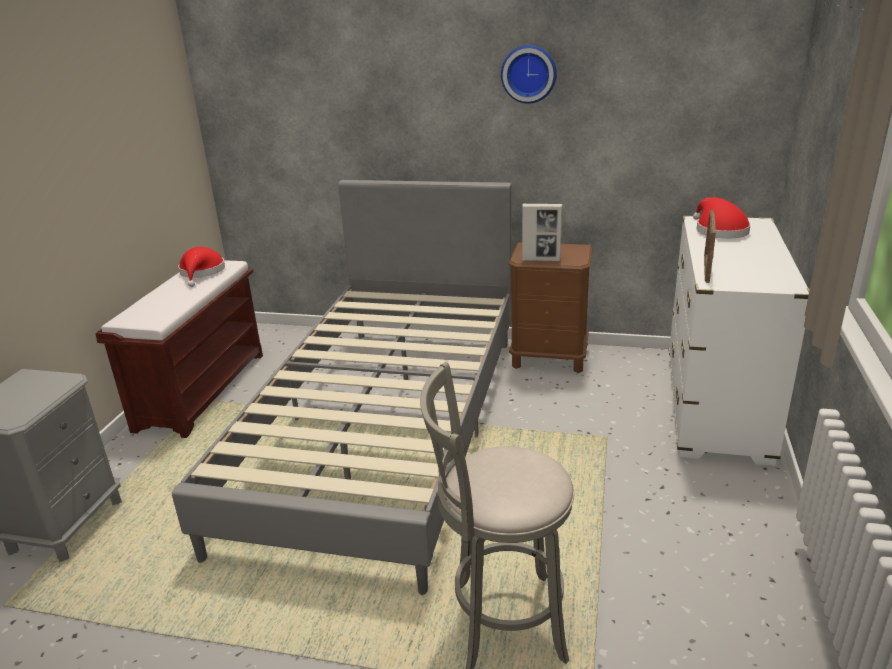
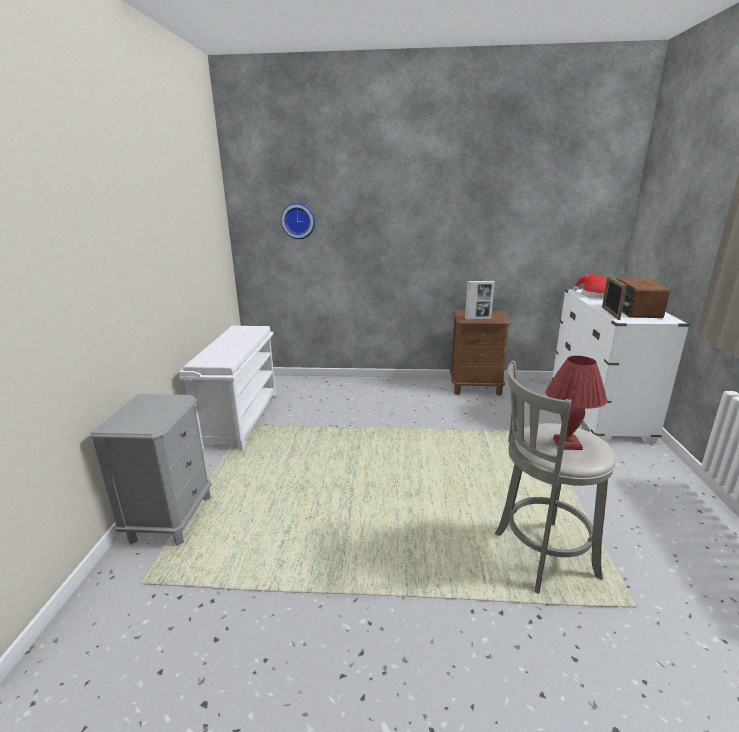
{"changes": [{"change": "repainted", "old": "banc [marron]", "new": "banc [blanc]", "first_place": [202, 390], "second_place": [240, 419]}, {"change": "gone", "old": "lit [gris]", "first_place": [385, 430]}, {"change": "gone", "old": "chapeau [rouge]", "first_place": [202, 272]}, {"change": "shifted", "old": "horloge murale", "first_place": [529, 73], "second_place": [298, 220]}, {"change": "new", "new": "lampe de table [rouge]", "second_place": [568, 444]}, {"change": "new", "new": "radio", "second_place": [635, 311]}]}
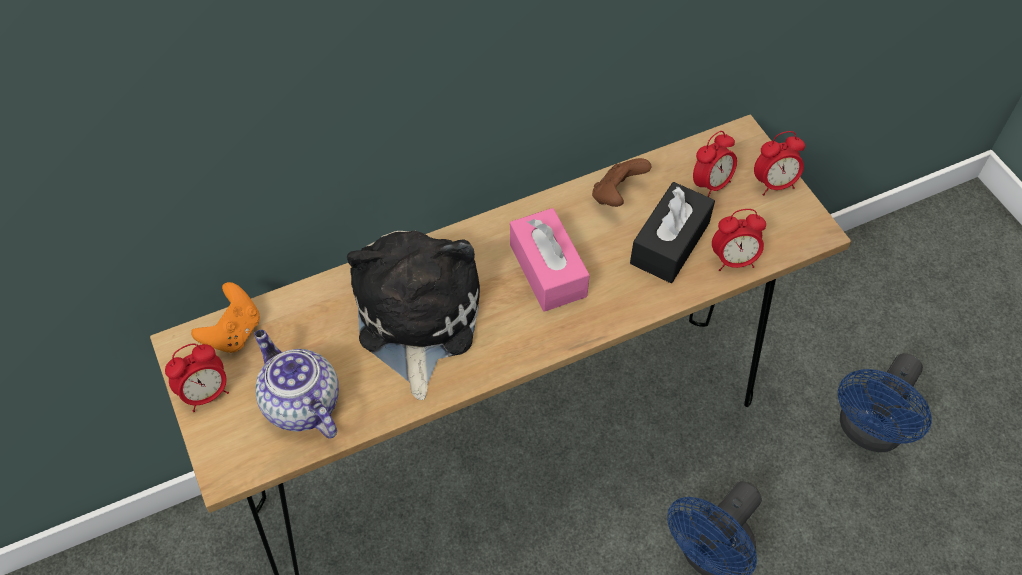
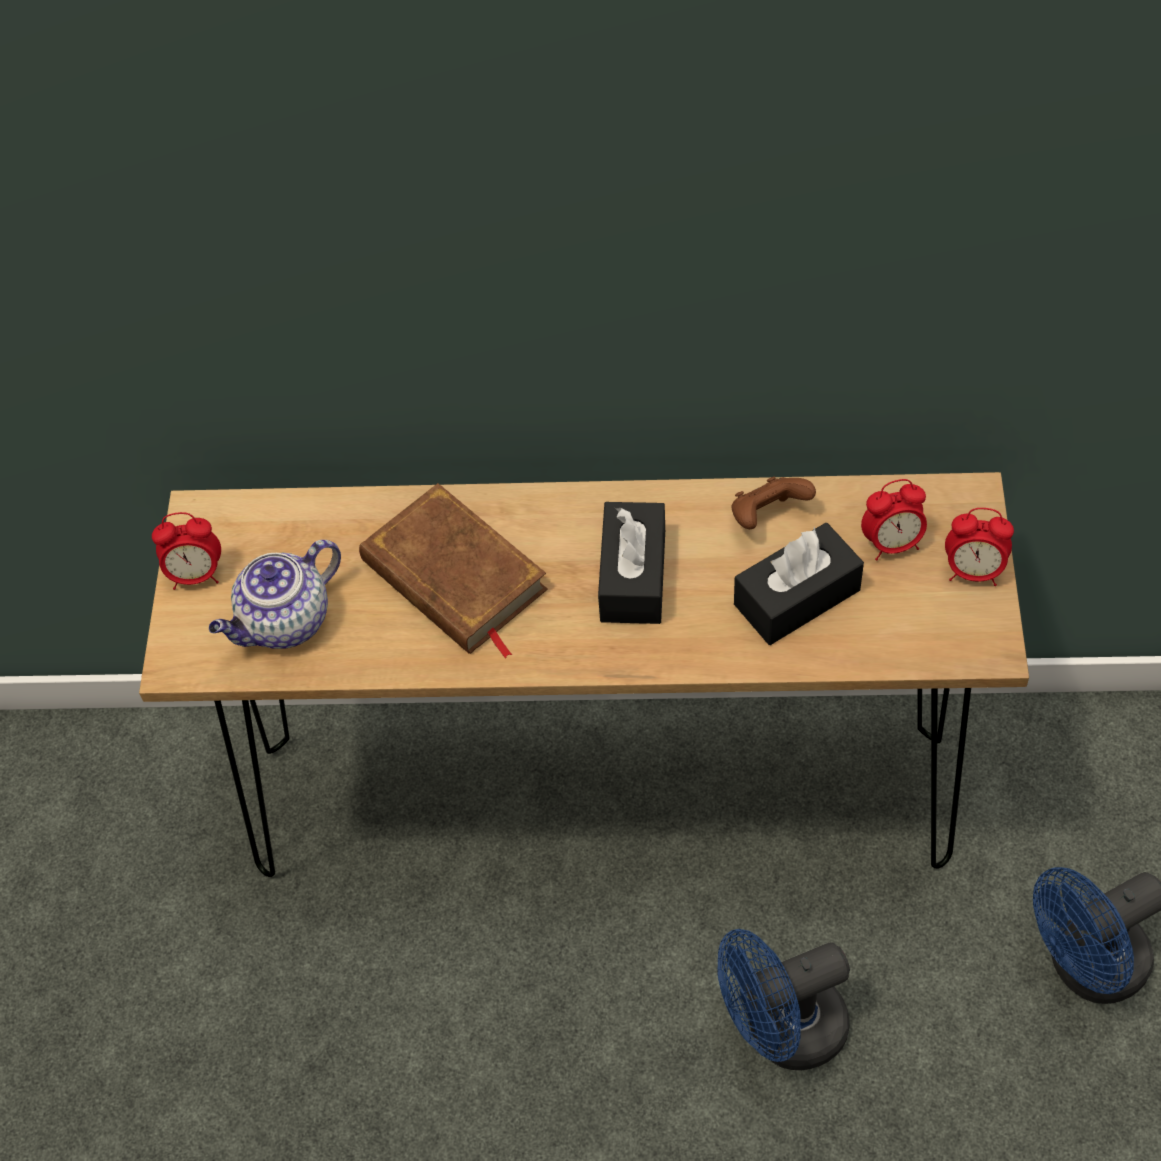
{"changes": [{"change": "gone", "old": "manette [orange]", "first_place": [233, 332]}, {"change": "rotated", "old": "théière", "first_place": [300, 403], "second_place": [285, 622], "degrees": -120}, {"change": "swapped", "old": "peluche", "new": "livre [marron]", "first_place": [416, 319], "second_place": [454, 577]}, {"change": "repainted", "old": "boîte à mouchoirs [rose]", "new": "boîte à mouchoirs [noir]", "first_place": [547, 270], "second_place": [633, 576]}, {"change": "gone", "old": "réveil", "first_place": [733, 260]}]}
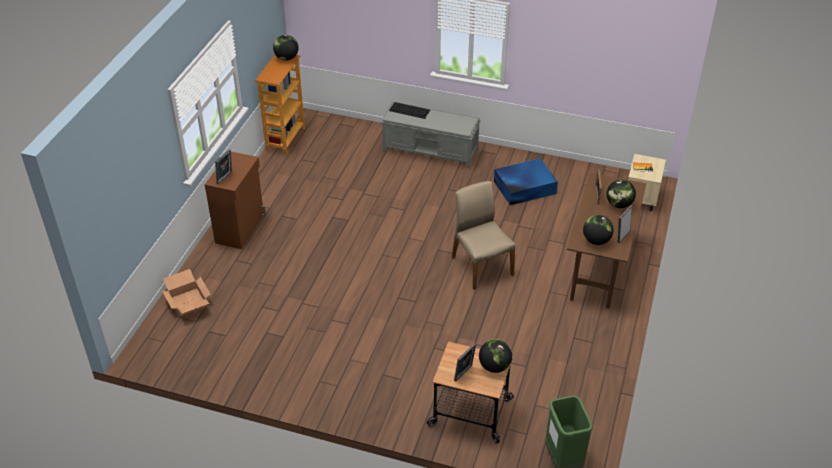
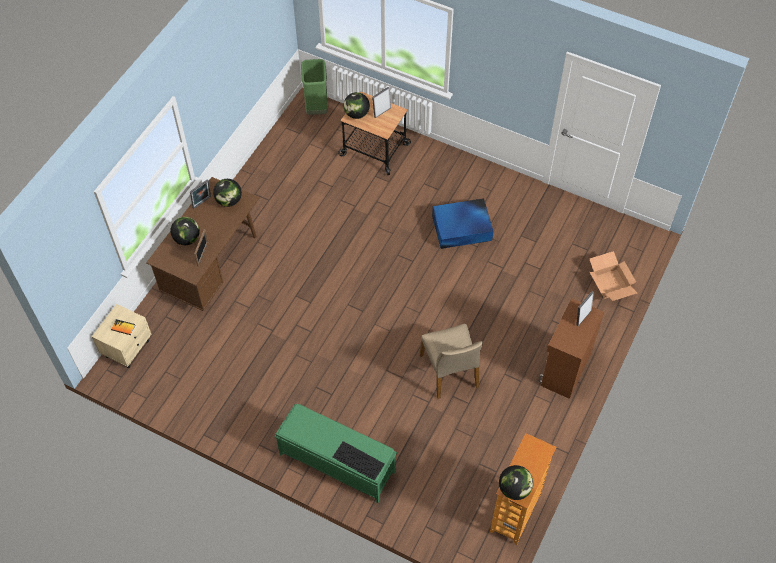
{"changes": [{"change": "repainted", "old": "banc [gris]", "new": "banc [vert]", "first_place": [431, 151], "second_place": [336, 462]}, {"change": "shifted", "old": "chaise [beige]", "first_place": [481, 266], "second_place": [450, 371]}, {"change": "shifted", "old": "boîte de rangement [bleu]", "first_place": [523, 187], "second_place": [462, 228]}]}
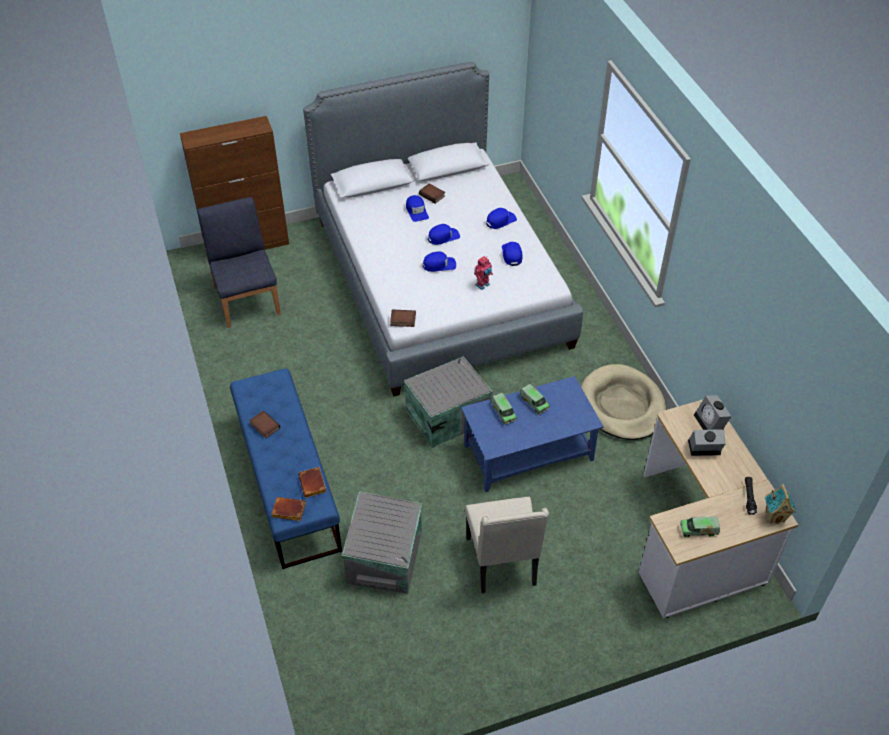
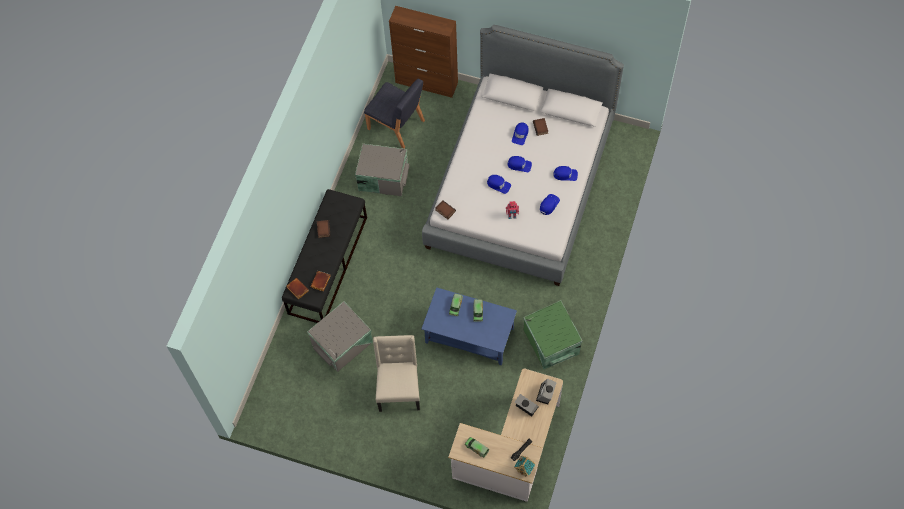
{"changes": [{"change": "rotated", "old": "chaise [bleu]", "first_place": [247, 299], "second_place": [396, 125], "degrees": 105}, {"change": "repainted", "old": "banc [bleu]", "new": "banc [noir]", "first_place": [288, 482], "second_place": [328, 264]}, {"change": "shifted", "old": "boîte de rangement [gris]", "first_place": [446, 416], "second_place": [382, 177]}, {"change": "rotated", "old": "chaise [beige]", "first_place": [503, 563], "second_place": [399, 389], "degrees": 150}, {"change": "swapped", "old": "panier pour chien [beige]", "new": "boîte de rangement [vert]", "first_place": [622, 405], "second_place": [550, 343]}]}
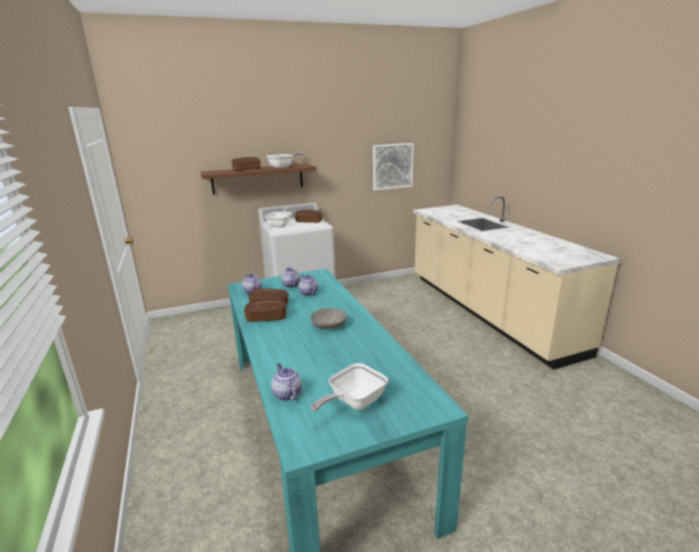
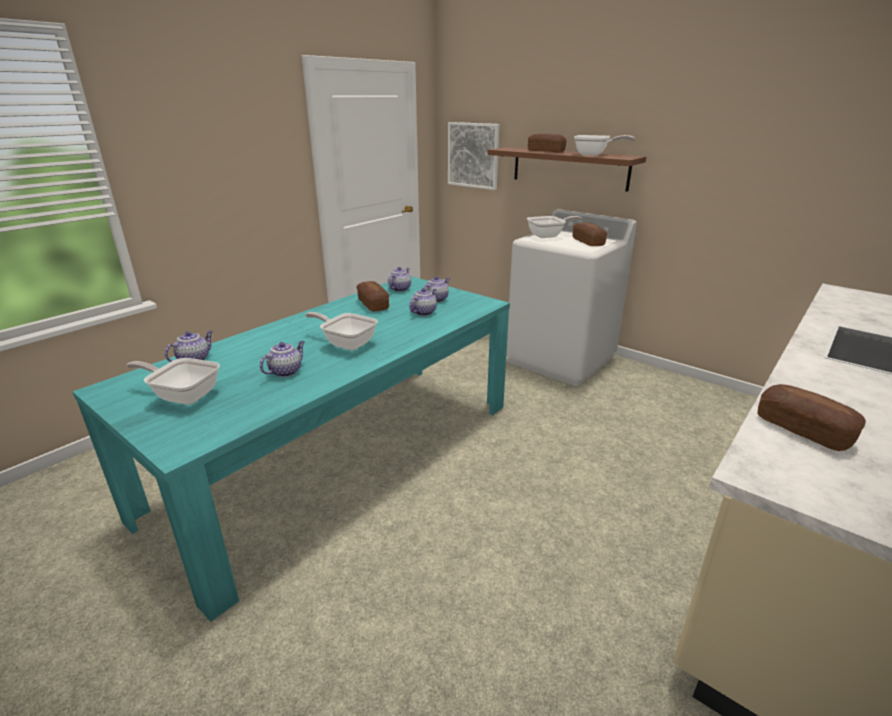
{"changes": [{"change": "shifted", "old": "pain", "first_place": [266, 318], "second_place": [803, 429]}, {"change": "swapped", "old": "bol [gris]", "new": "poêle", "first_place": [328, 326], "second_place": [346, 343]}, {"change": "shifted", "old": "tableau", "first_place": [392, 166], "second_place": [473, 155]}, {"change": "new", "new": "théière", "second_place": [286, 371]}]}
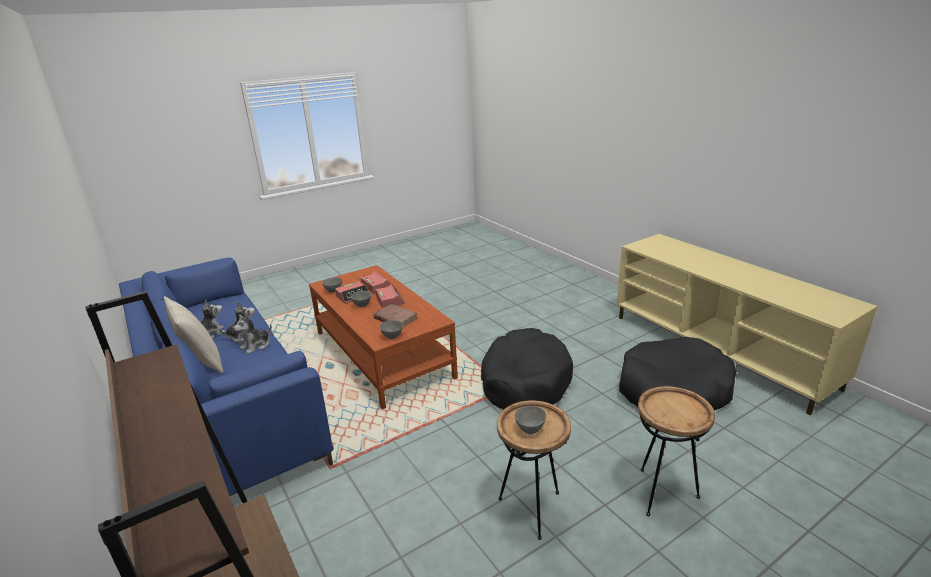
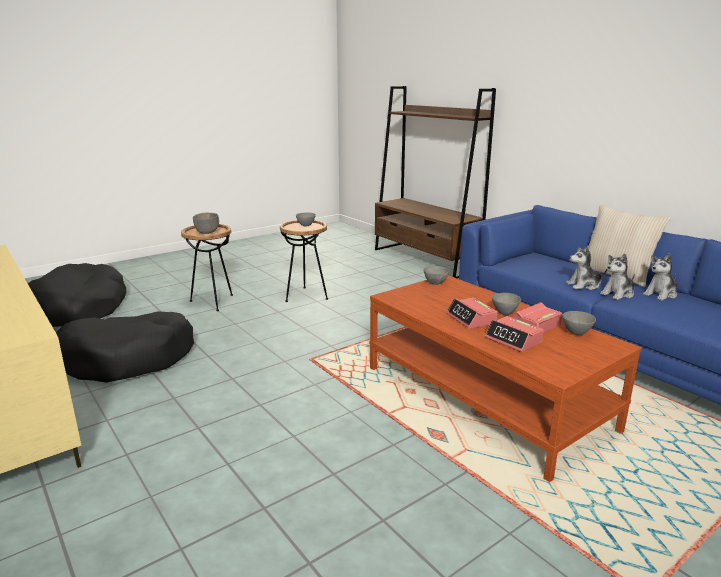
{"changes": [{"change": "rotated", "old": "peluche", "first_place": [256, 345], "second_place": [584, 285], "degrees": -135}, {"change": "gone", "old": "livre [marron]", "first_place": [395, 318]}, {"change": "shifted", "old": "panier pour chien [noir]", "first_place": [525, 381], "second_place": [79, 308]}, {"change": "new", "new": "bol [gris]", "second_place": [207, 232]}]}
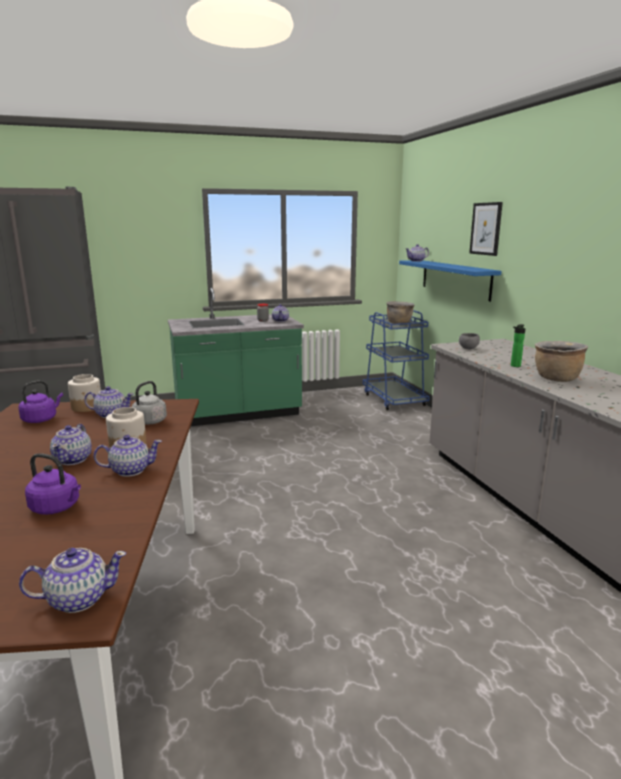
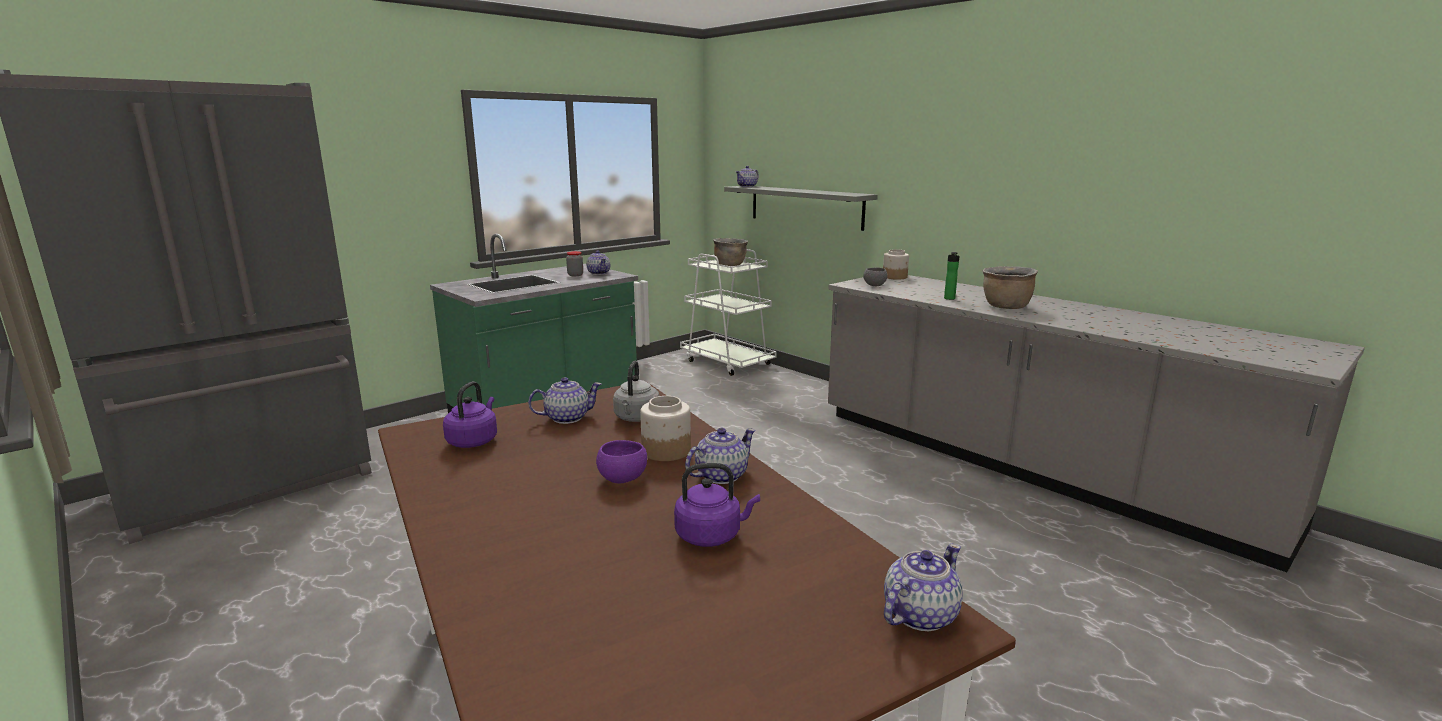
{"changes": [{"change": "swapped", "old": "théière", "new": "bol [violet]", "first_place": [73, 459], "second_place": [622, 479]}, {"change": "shifted", "old": "bocal", "first_place": [87, 407], "second_place": [895, 277]}, {"change": "repainted", "old": "chariot [bleu]", "new": "chariot [blanc]", "first_place": [394, 399], "second_place": [727, 362]}, {"change": "repainted", "old": "étagère [bleu]", "new": "étagère [gris]", "first_place": [455, 279], "second_place": [805, 206]}, {"change": "gone", "old": "tableau", "first_place": [486, 229]}]}
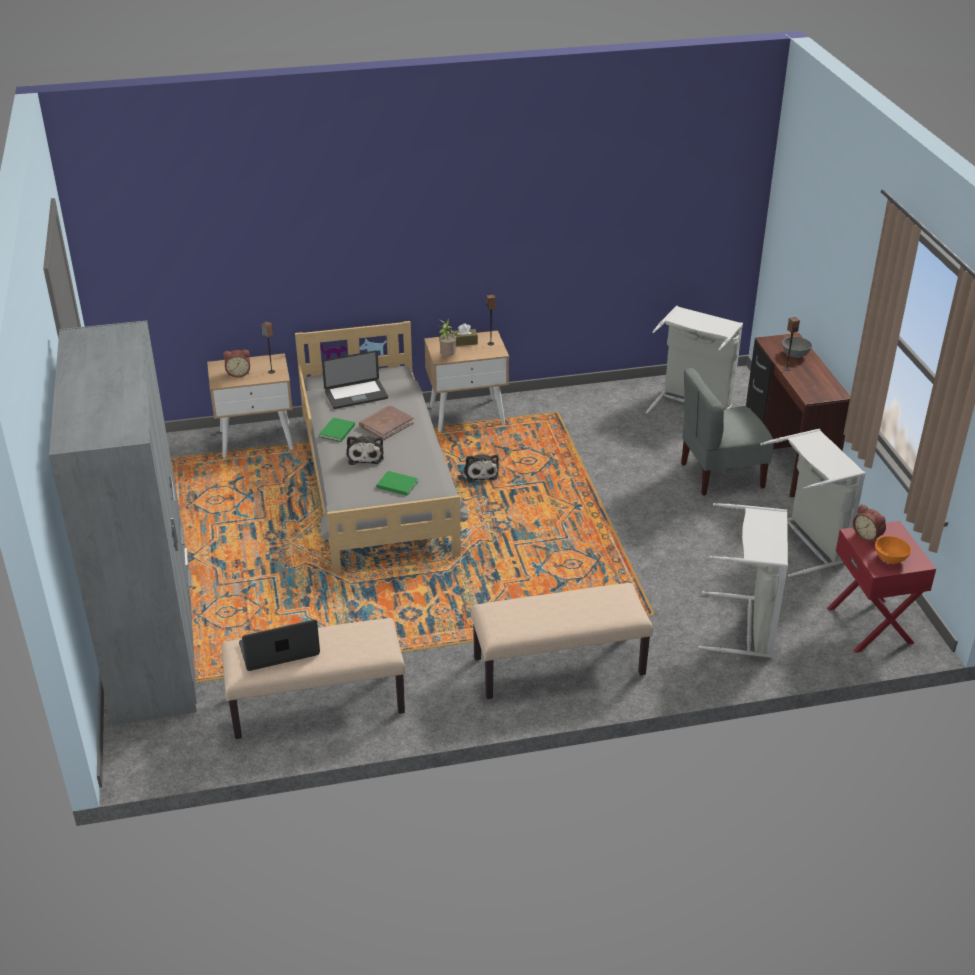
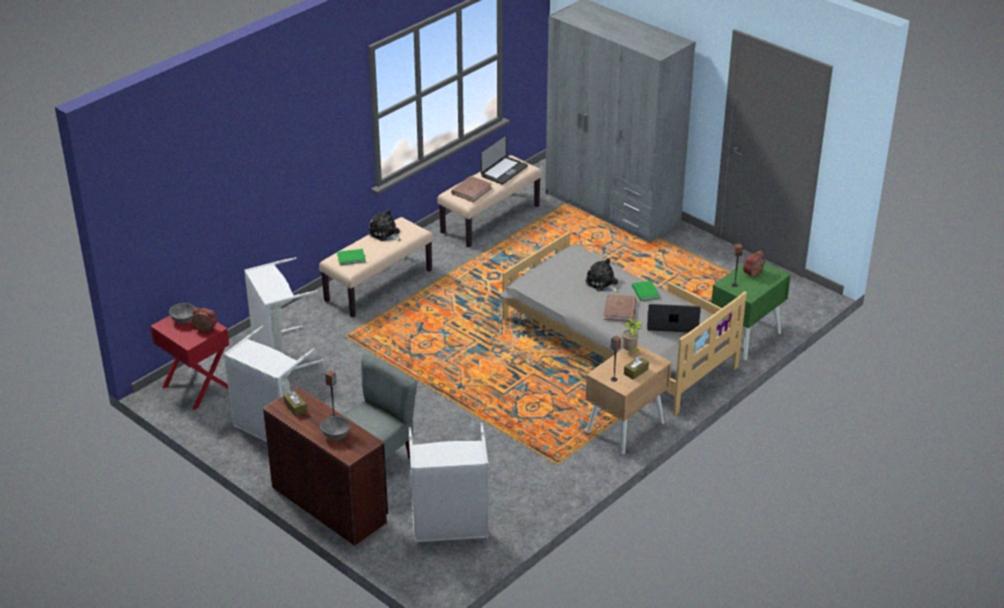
{"changes": [{"change": "repainted", "old": "table de chevet [beige]", "new": "table de chevet [vert]", "first_place": [257, 439], "second_place": [745, 337]}, {"change": "rotated", "old": "ordinateur portable", "first_place": [356, 395], "second_place": [672, 323], "degrees": 60}, {"change": "shifted", "old": "livre [vert]", "first_place": [396, 484], "second_place": [352, 258]}, {"change": "shifted", "old": "peluche", "first_place": [480, 473], "second_place": [385, 234]}, {"change": "repainted", "old": "bol [orange]", "new": "bol [gris]", "first_place": [890, 559], "second_place": [183, 320]}, {"change": "new", "new": "boîte à mouchoirs [marron]", "second_place": [295, 407]}, {"change": "new", "new": "livre [marron]", "second_place": [471, 191]}]}
